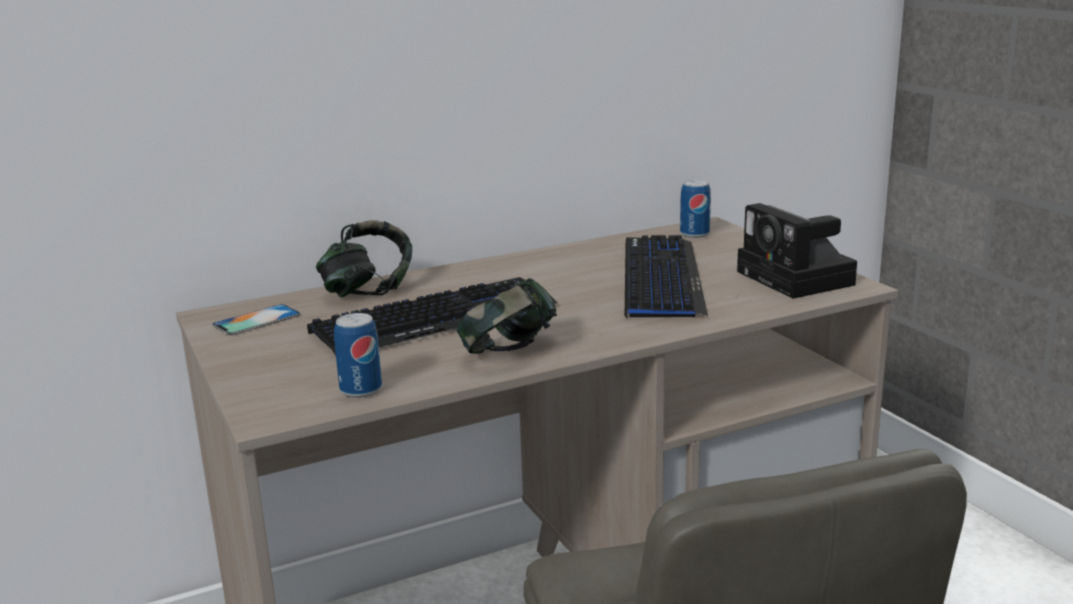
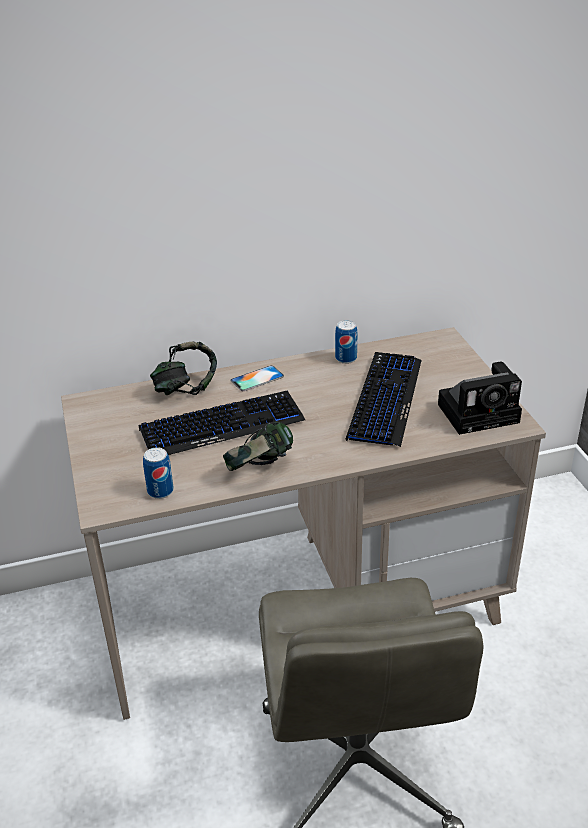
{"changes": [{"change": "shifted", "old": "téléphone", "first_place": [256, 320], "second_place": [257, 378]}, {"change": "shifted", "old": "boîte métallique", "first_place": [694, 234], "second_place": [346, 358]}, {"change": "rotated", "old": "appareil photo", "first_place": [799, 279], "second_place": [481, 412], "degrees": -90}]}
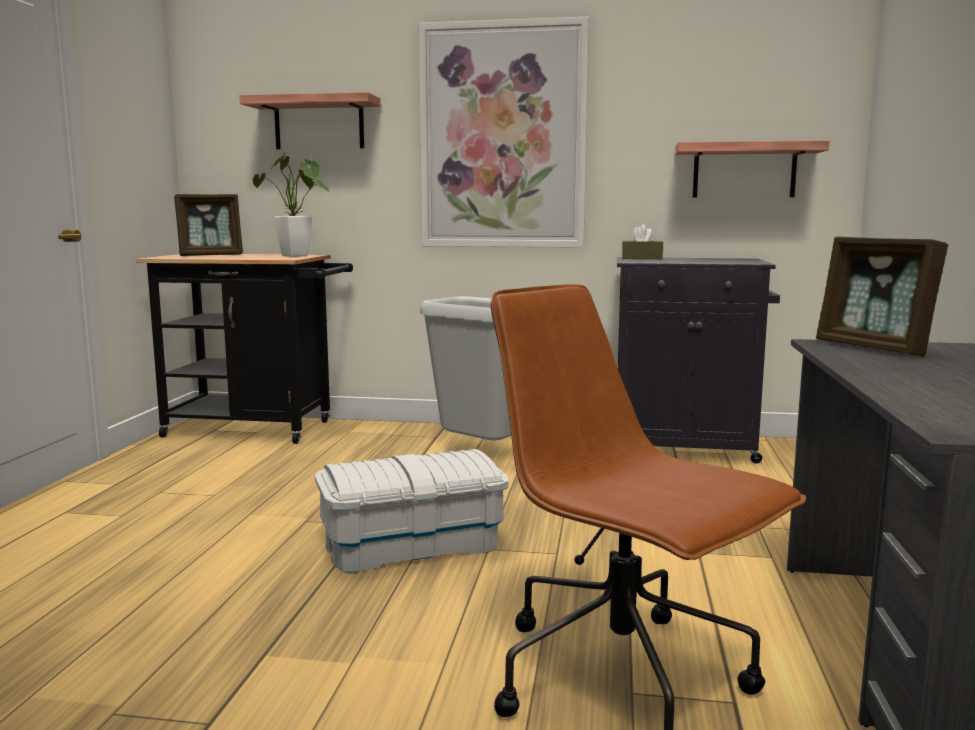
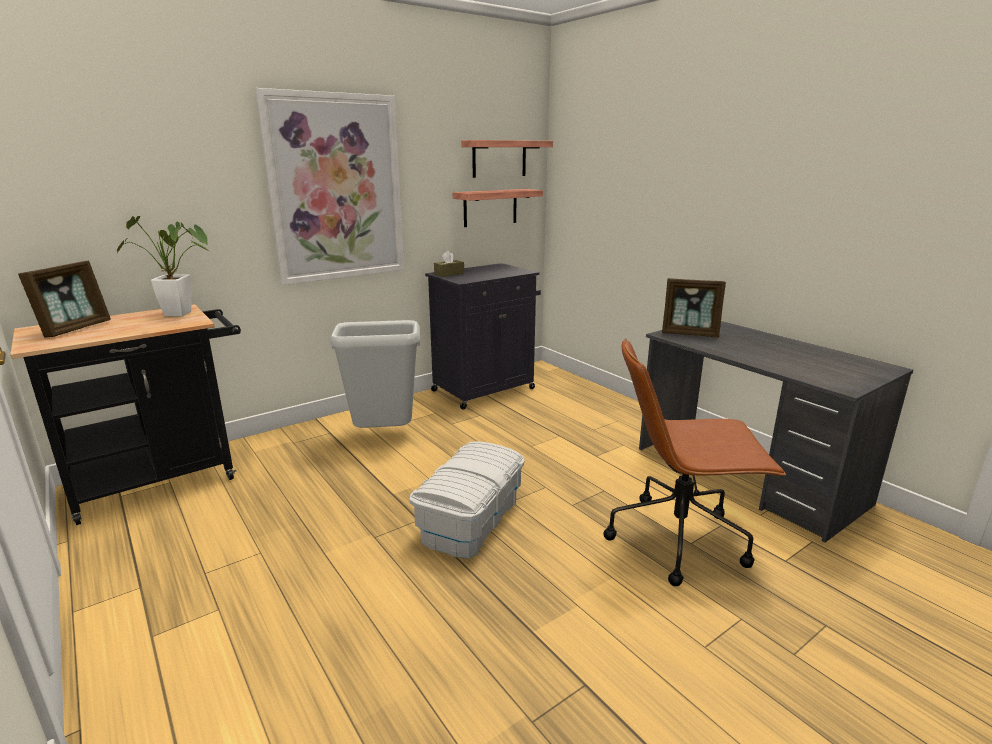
{"changes": [{"change": "shifted", "old": "étagère", "first_place": [319, 124], "second_place": [499, 158]}]}
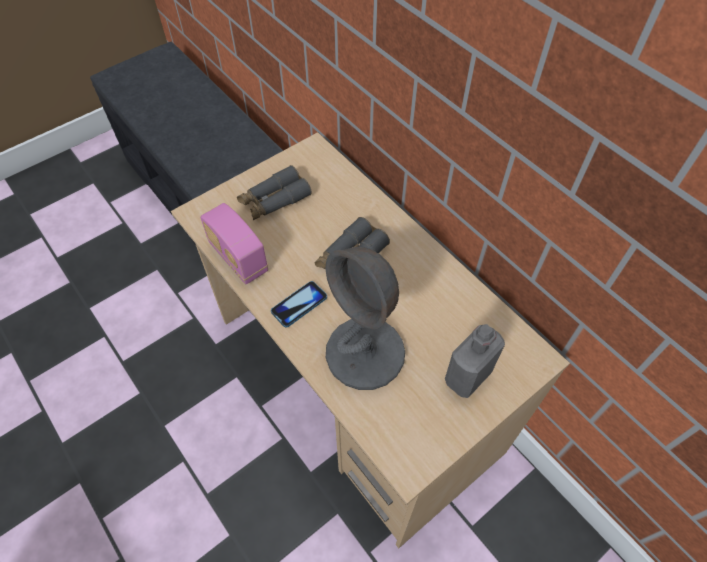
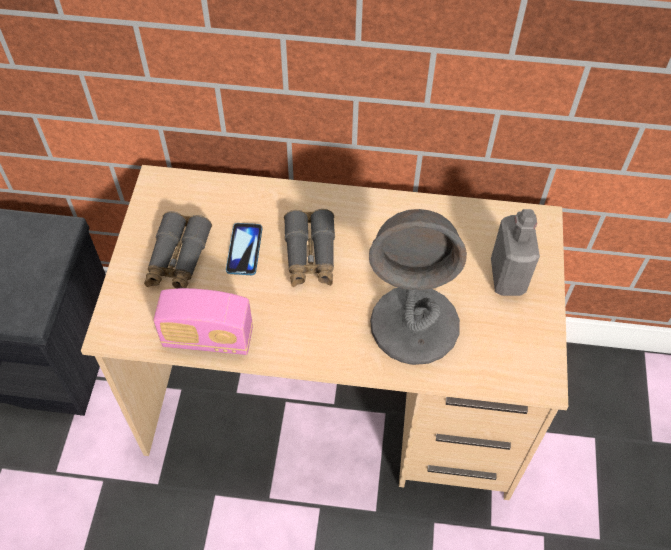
{"changes": [{"change": "shifted", "old": "téléphone", "first_place": [299, 304], "second_place": [244, 250]}]}
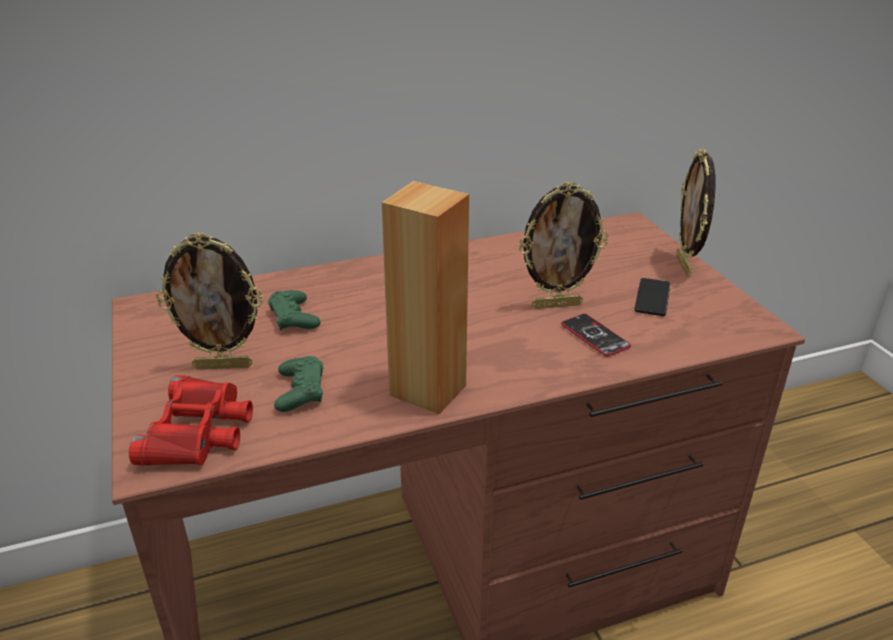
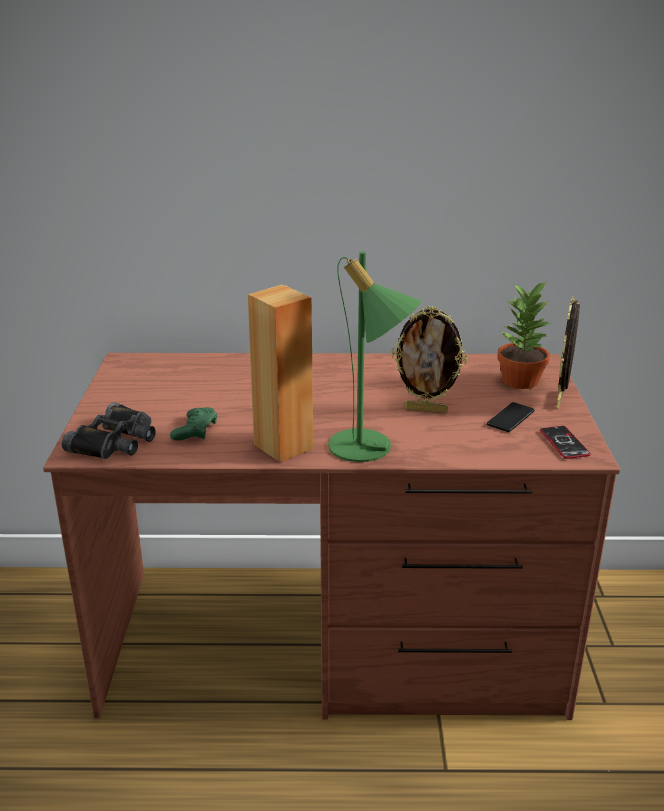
{"changes": [{"change": "repainted", "old": "jumelles [rouge]", "new": "jumelles [noir]", "first_place": [199, 431], "second_place": [115, 441]}, {"change": "gone", "old": "cadre photo", "first_place": [223, 365]}, {"change": "gone", "old": "manette [vert]", "first_place": [294, 317]}, {"change": "shifted", "old": "téléphone", "first_place": [595, 336], "second_place": [564, 443]}, {"change": "new", "new": "lampe de table [vert]", "second_place": [370, 450]}, {"change": "new", "new": "plante en pot", "second_place": [521, 381]}]}
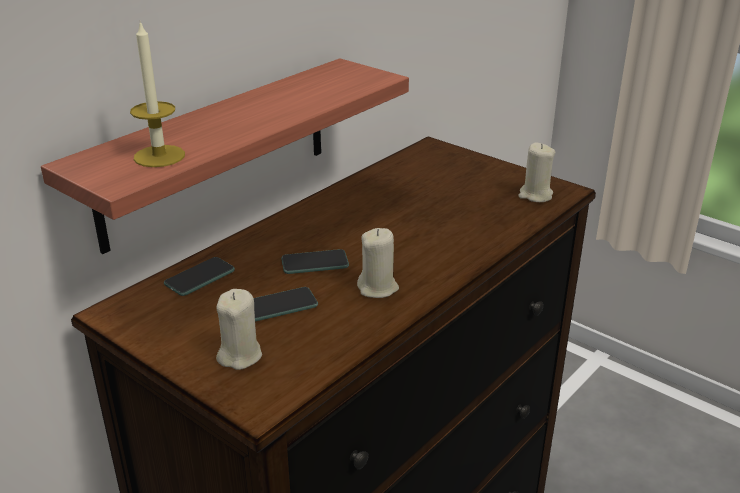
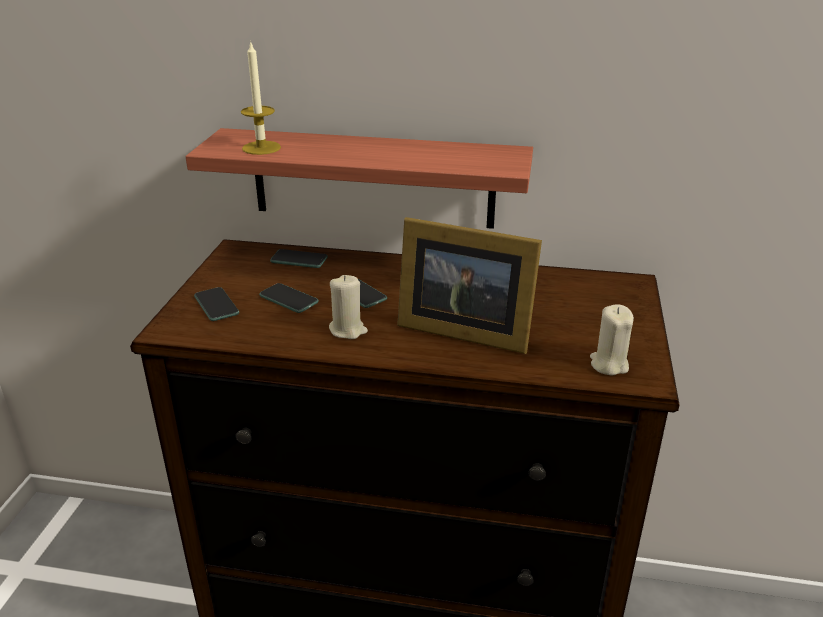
{"changes": [{"change": "swapped", "old": "bougie [beige]", "new": "téléphone", "first_place": [240, 355], "second_place": [216, 305]}, {"change": "new", "new": "cadre photo", "second_place": [461, 329]}]}
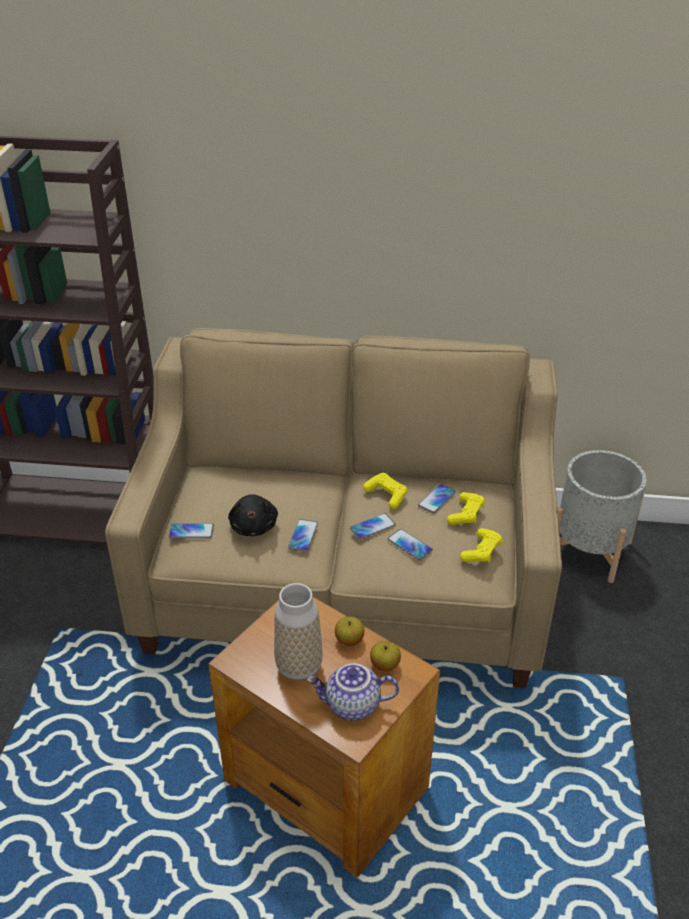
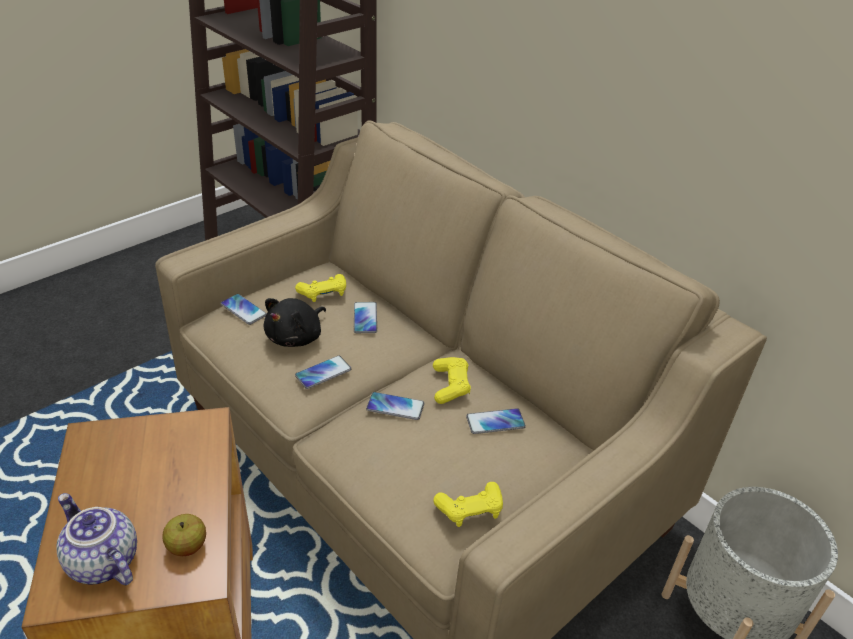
{"changes": [{"change": "gone", "old": "vase", "first_place": [299, 667]}, {"change": "gone", "old": "pomme", "first_place": [349, 640]}, {"change": "shifted", "old": "téléphone", "first_place": [409, 545], "second_place": [365, 318]}, {"change": "shifted", "old": "manette [jaune]", "first_place": [466, 514], "second_place": [323, 293]}]}
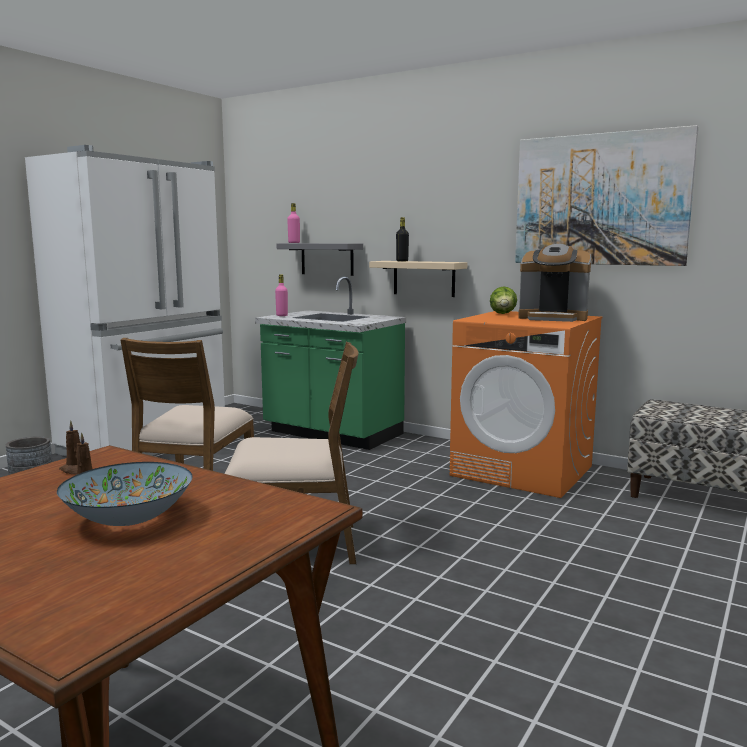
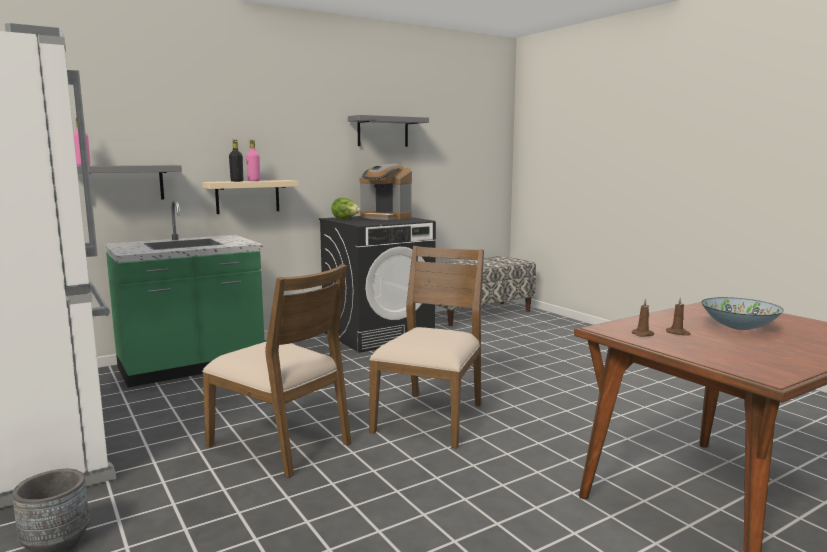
{"changes": [{"change": "shifted", "old": "bouteille [rose]", "first_place": [282, 315], "second_place": [254, 181]}, {"change": "repainted", "old": "lave-linge [orange]", "new": "lave-linge [noir]", "first_place": [523, 471], "second_place": [378, 335]}, {"change": "swapped", "old": "tableau", "new": "étagère [gris]", "first_place": [600, 200], "second_place": [383, 132]}, {"change": "rotated", "old": "machine à café", "first_place": [553, 318], "second_place": [386, 217], "degrees": 75}]}
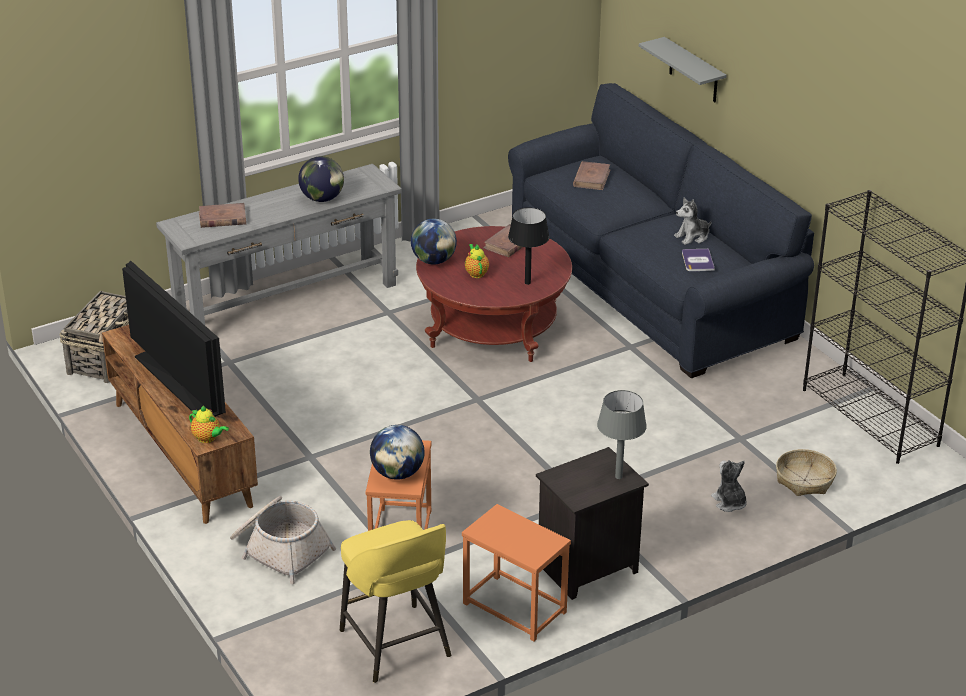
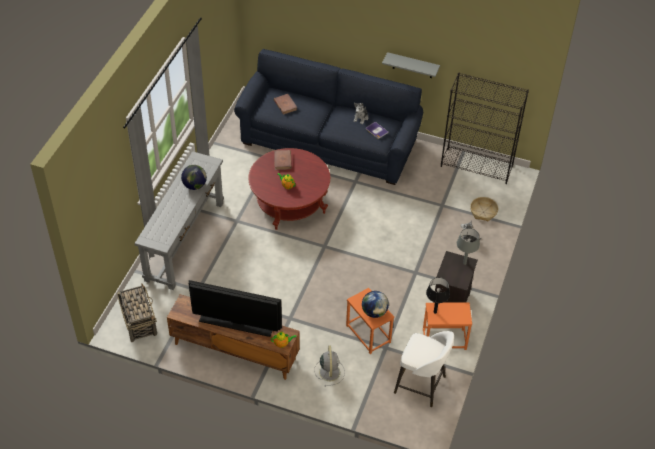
{"changes": [{"change": "gone", "old": "livre [marron]", "first_place": [222, 218]}, {"change": "swapped", "old": "panier", "new": "ventilateur [gris]", "first_place": [280, 549], "second_place": [329, 371]}, {"change": "repainted", "old": "tabouret [jaune]", "new": "tabouret [blanc]", "first_place": [396, 645], "second_place": [421, 385]}, {"change": "gone", "old": "globe", "first_place": [433, 261]}, {"change": "shifted", "old": "lampe de table [noir]", "first_place": [527, 283], "second_place": [435, 312]}, {"change": "shifted", "old": "étagère [gris]", "first_place": [693, 71], "second_place": [412, 65]}]}
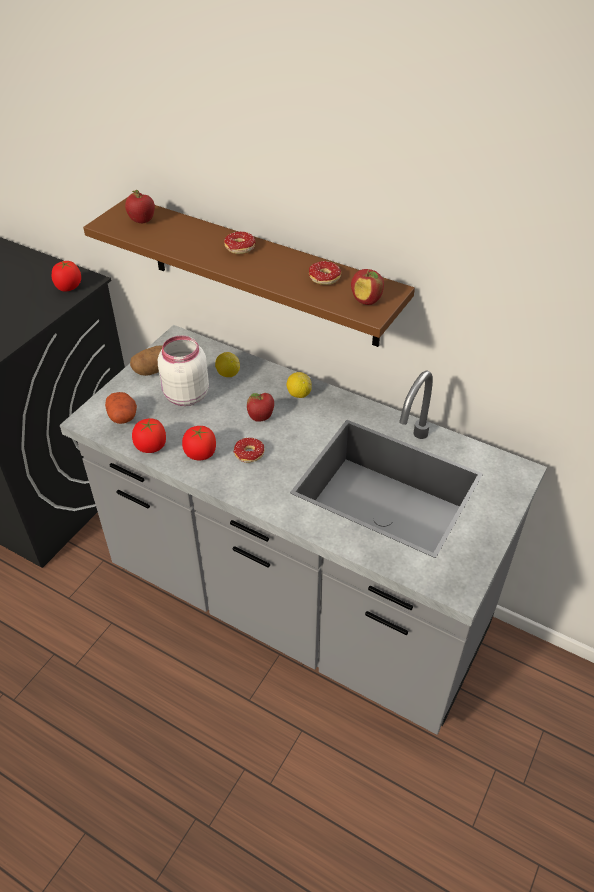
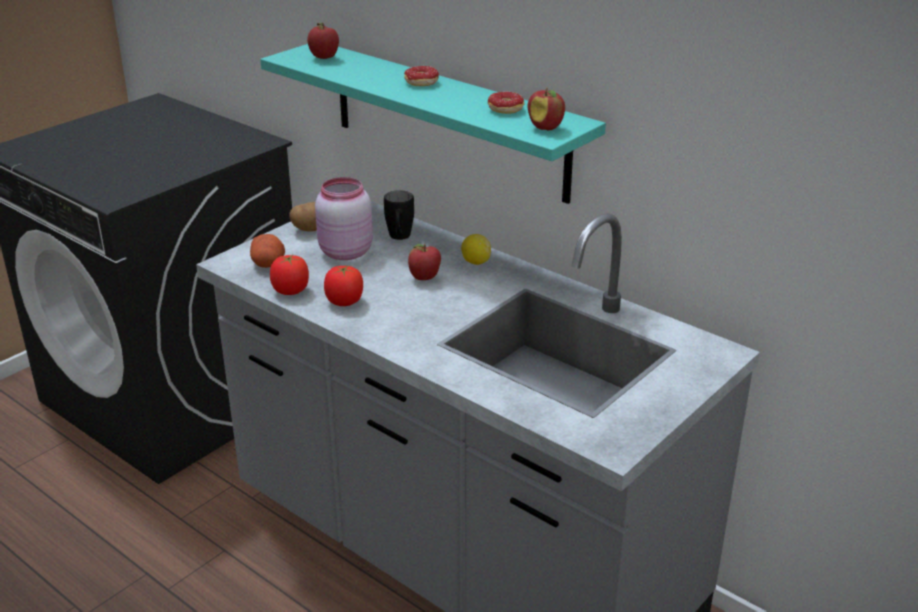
{"changes": [{"change": "gone", "old": "tomate", "first_place": [68, 287]}, {"change": "repainted", "old": "étagère [marron]", "new": "étagère [turquoise]", "first_place": [262, 272], "second_place": [448, 120]}, {"change": "repainted", "old": "bocal [blanc]", "new": "bocal [rose]", "first_place": [185, 396], "second_place": [344, 252]}, {"change": "swapped", "old": "citron", "new": "mug [noir]", "first_place": [228, 374], "second_place": [399, 238]}, {"change": "gone", "old": "beignet", "first_place": [250, 458]}]}
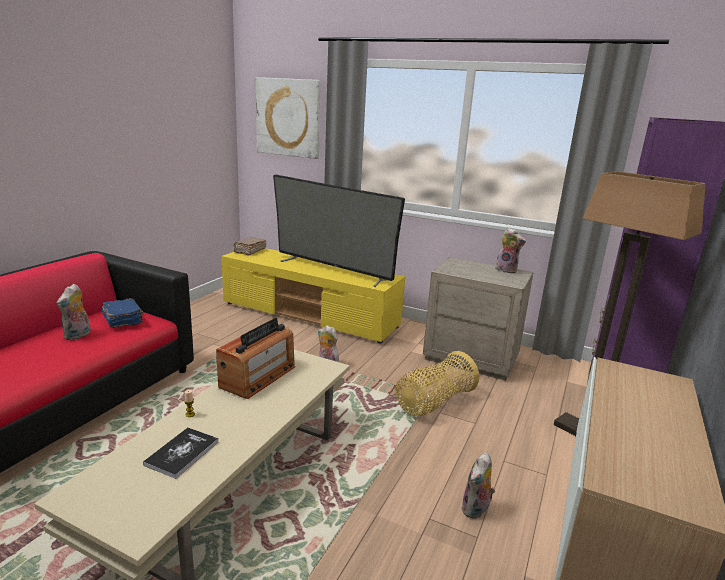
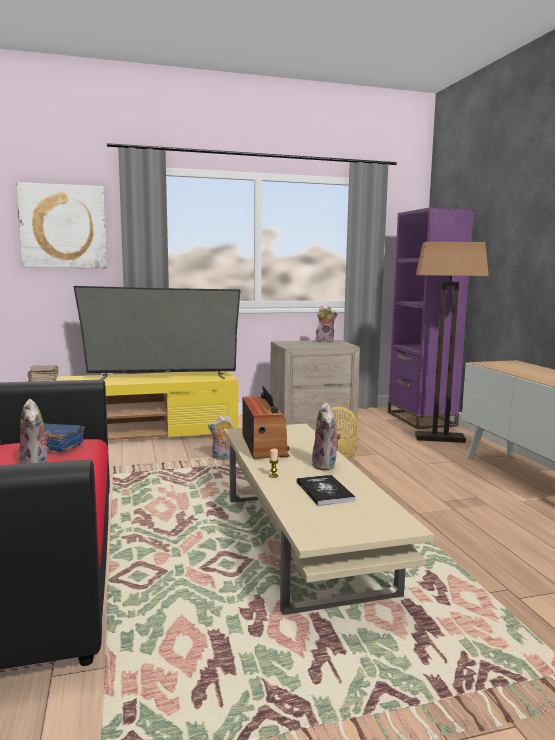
{"changes": [{"change": "shifted", "old": "peluche", "first_place": [476, 510], "second_place": [326, 465]}]}
